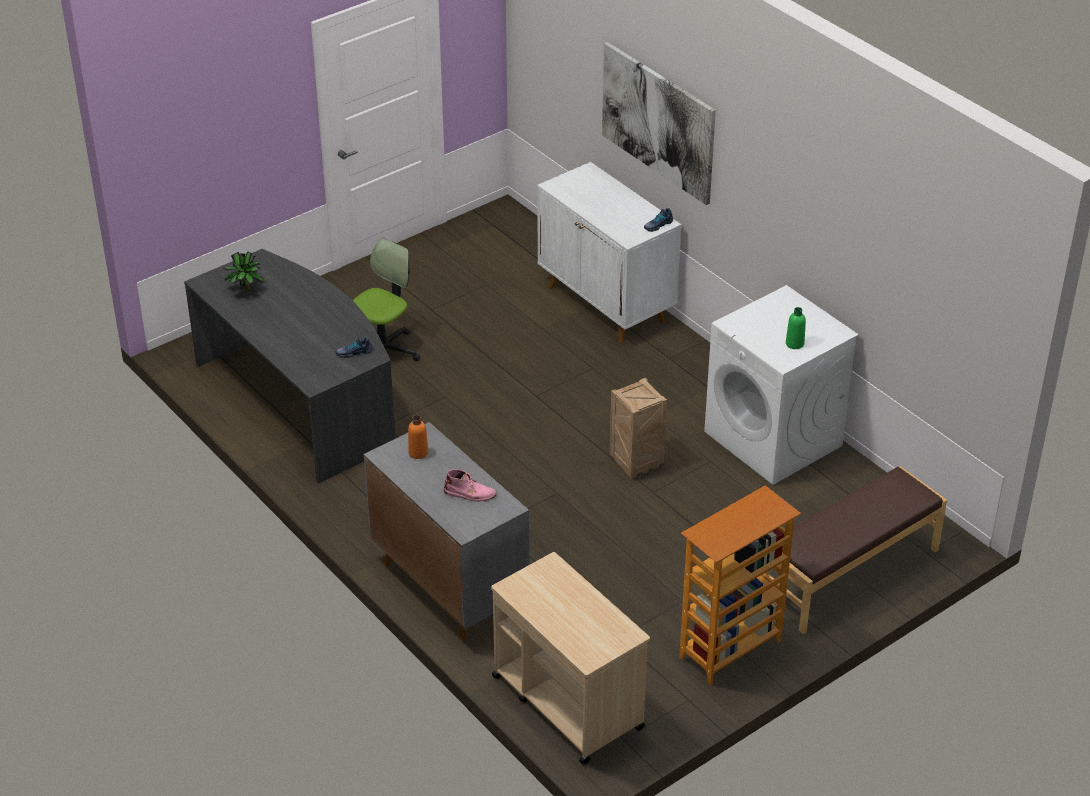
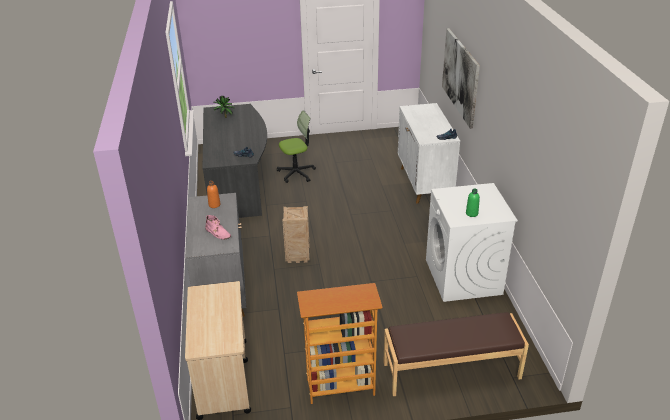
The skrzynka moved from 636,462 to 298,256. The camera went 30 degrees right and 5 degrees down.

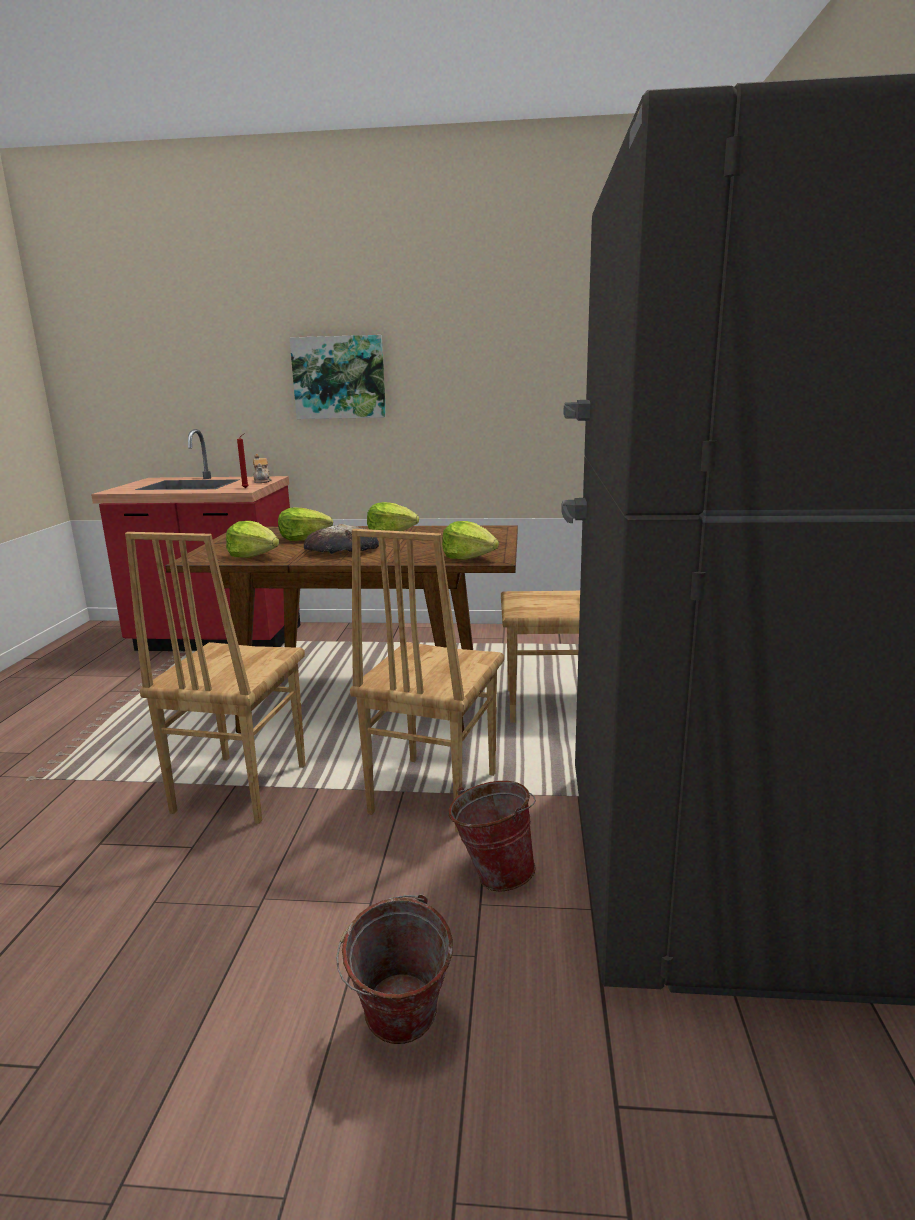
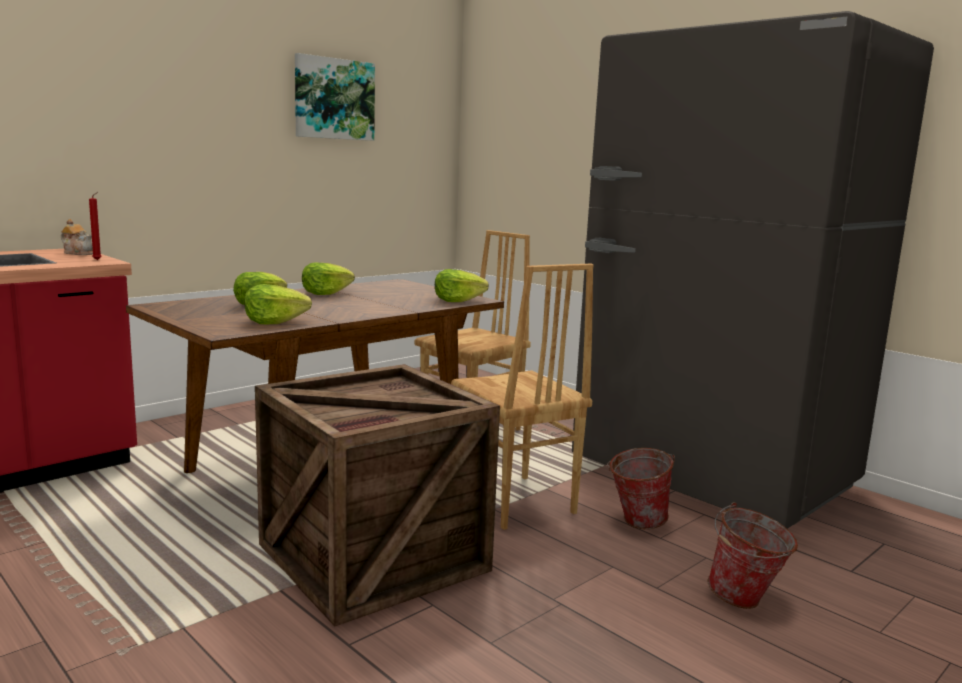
The krzesło (brązowy) at 238,789 was replaced by the skrzynka at 372,559. The obraz moved from 339,377 to 334,99. The chleb at 341,549 disappeared. The camera went 50 degrees left and 5 degrees down.

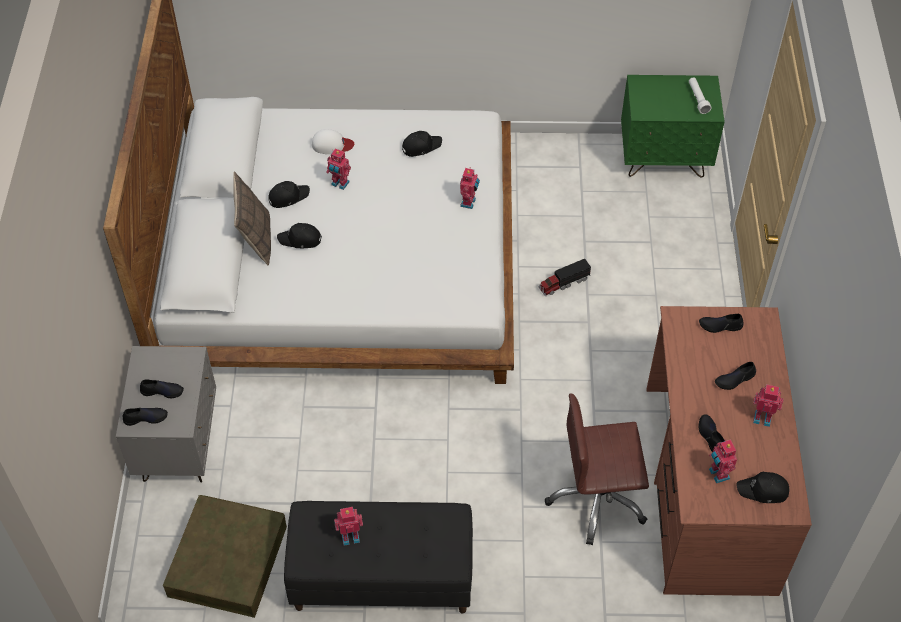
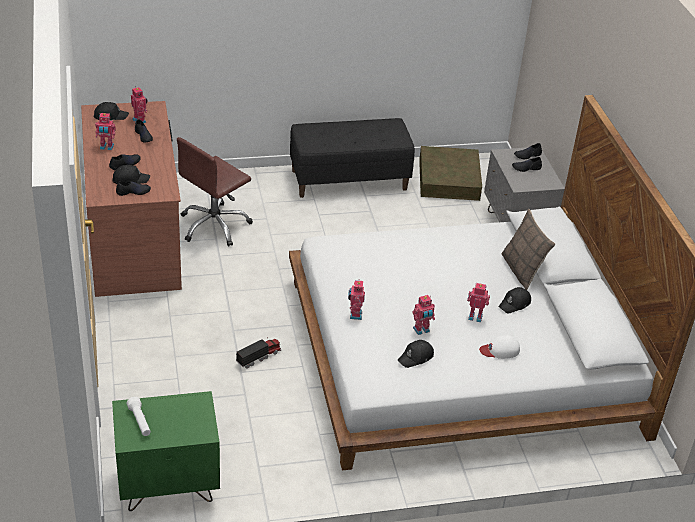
The czapka z daszkiem (czarny) moved from 300,239 to 130,179. The robot zabawkowy moved from 350,536 to 421,330. The krzesło biurowe (brązowy) at 597,499 turned 150 degrees clockwise. The camera went 165 degrees right and 15 degrees down.

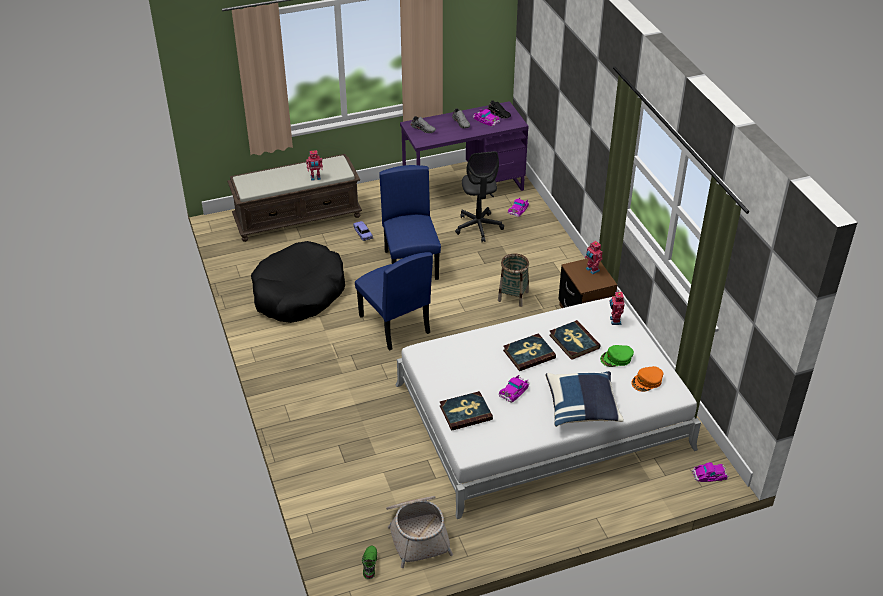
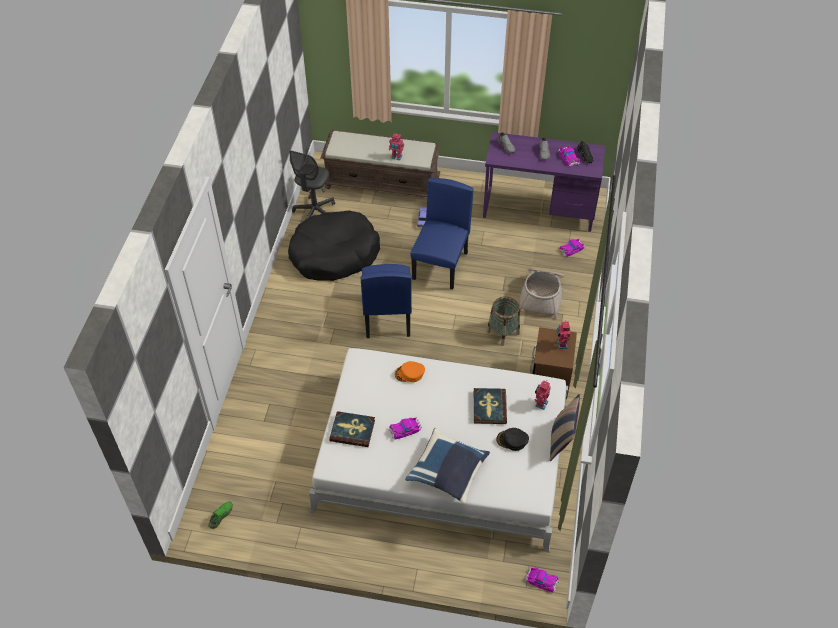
The koszyk moved from 417,533 to 541,295. The krzesło biurowe (szary) moved from 478,227 to 314,212. The książka at 528,354 disappeared. The czapka z daszkiem (zielony) at 616,358 became the czapka z daszkiem (czarny) at 512,440. The czapka z daszkiem (pomarańczowy) moved from 647,381 to 409,374. The poduszka at 561,440 appeared. The camera went 30 degrees right and 10 degrees up.

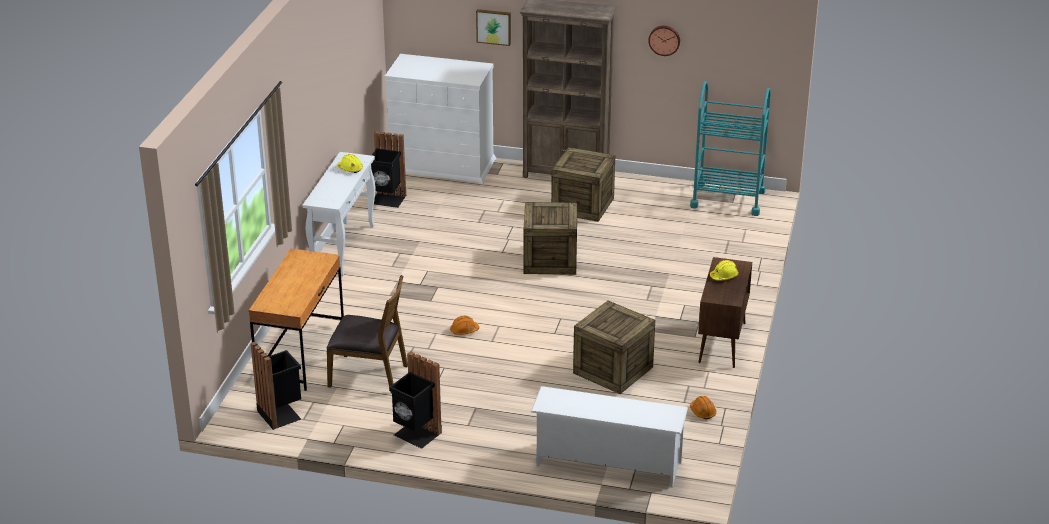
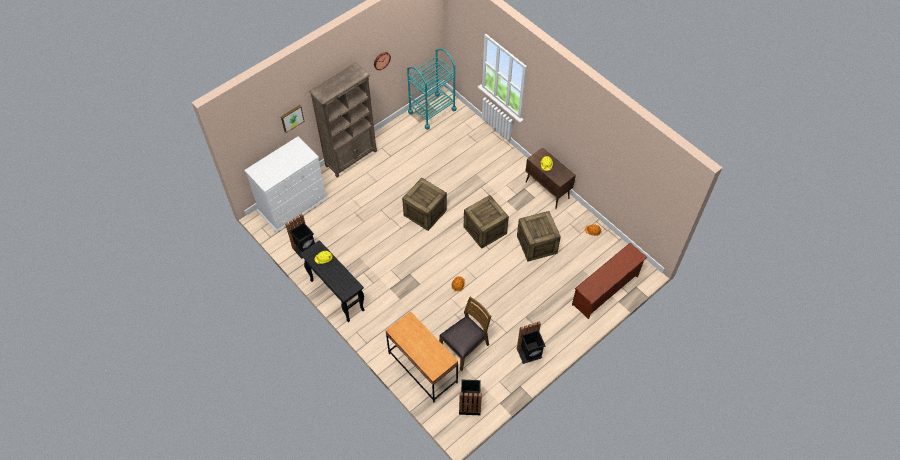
The stolik konsolowy (biały) at 343,248 became the stolik konsolowy (czarny) at 336,295. The regał na buty (biały) at 607,465 became the regał na buty (brązowy) at 605,291. The skrzynka moved from 582,205 to 485,230. The camera went 55 degrees left and 25 degrees up.

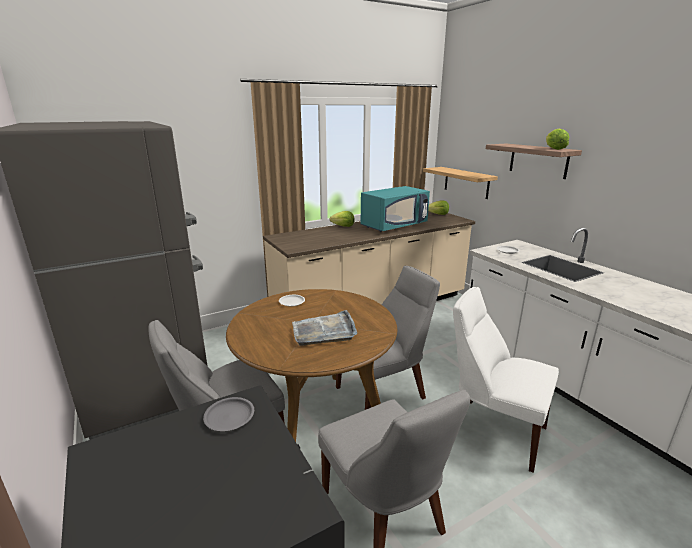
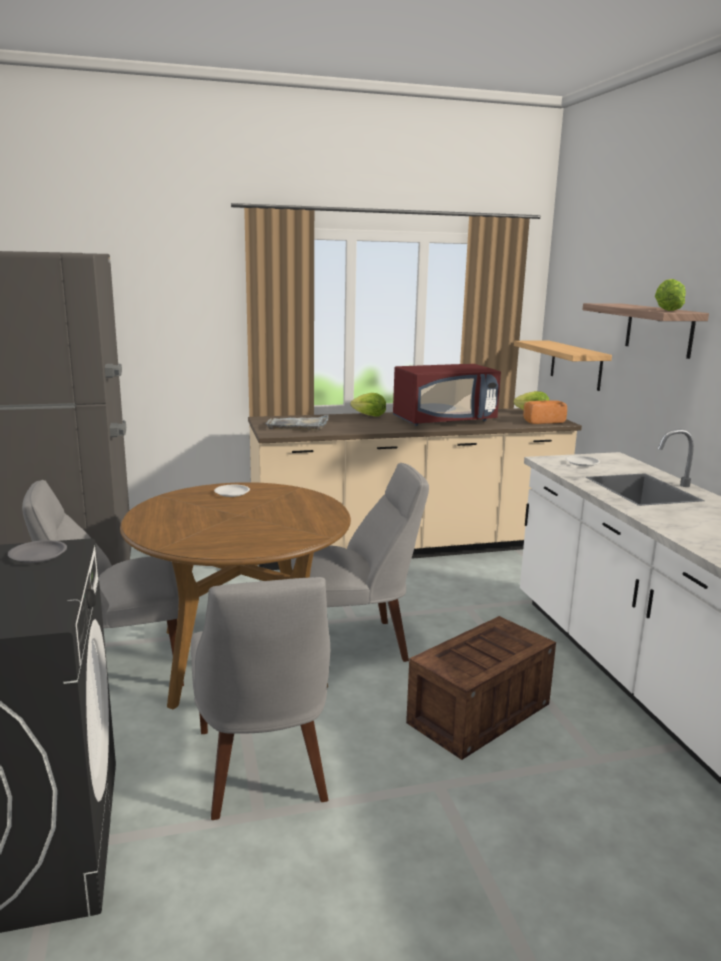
The taca (szary) moved from 324,331 to 298,425. The mikrofalówka (turkusowy) at 394,226 became the mikrofalówka (czerwony) at 444,421. The krzesło (biały) at 492,429 was replaced by the skrzynka at 480,712. The chleb at 542,421 appeared. The camera went 15 degrees right and 5 degrees down.

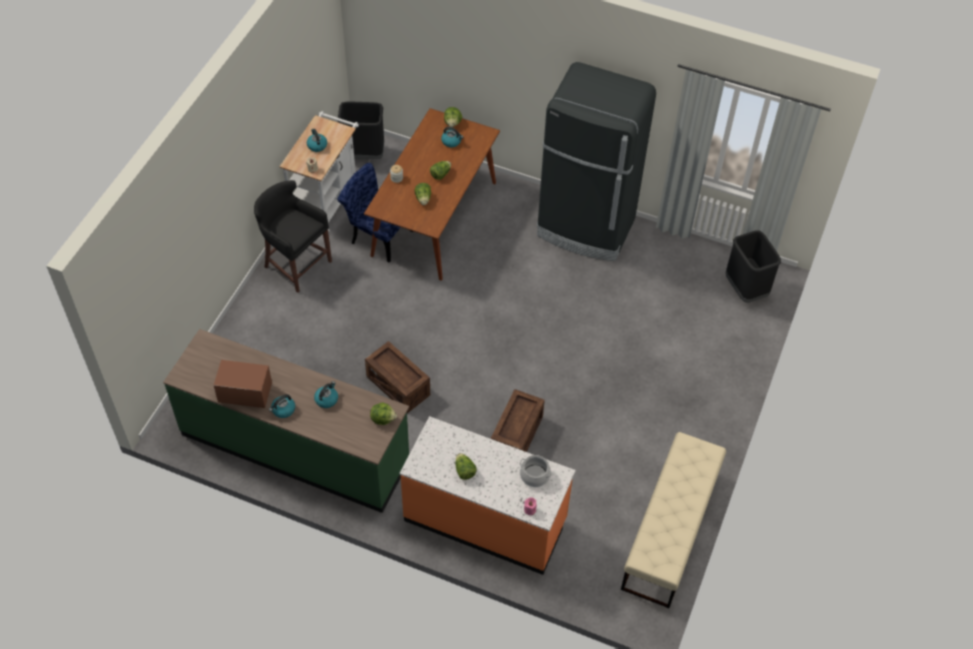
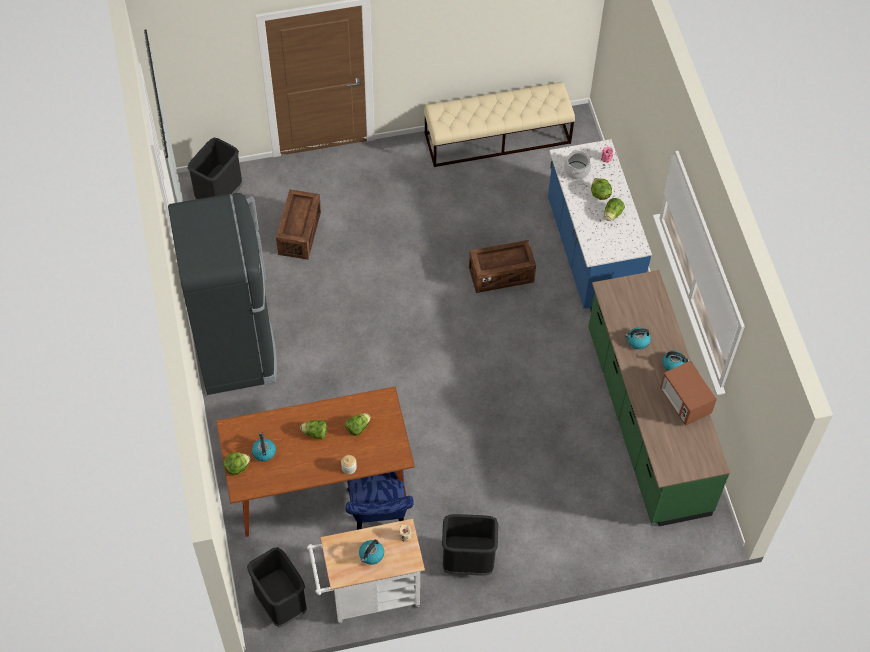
The stołek (czarny) at 295,264 was replaced by the kosz na śmieci (czarny) at 467,562. The skrzynka moved from 398,386 to 299,233. The sałata moved from 383,419 to 599,194. The zabudowa kuchenna (pomarańczowy) at 485,519 became the zabudowa kuchenna (niebieski) at 590,252. The camera went 125 degrees left and 5 degrees up.

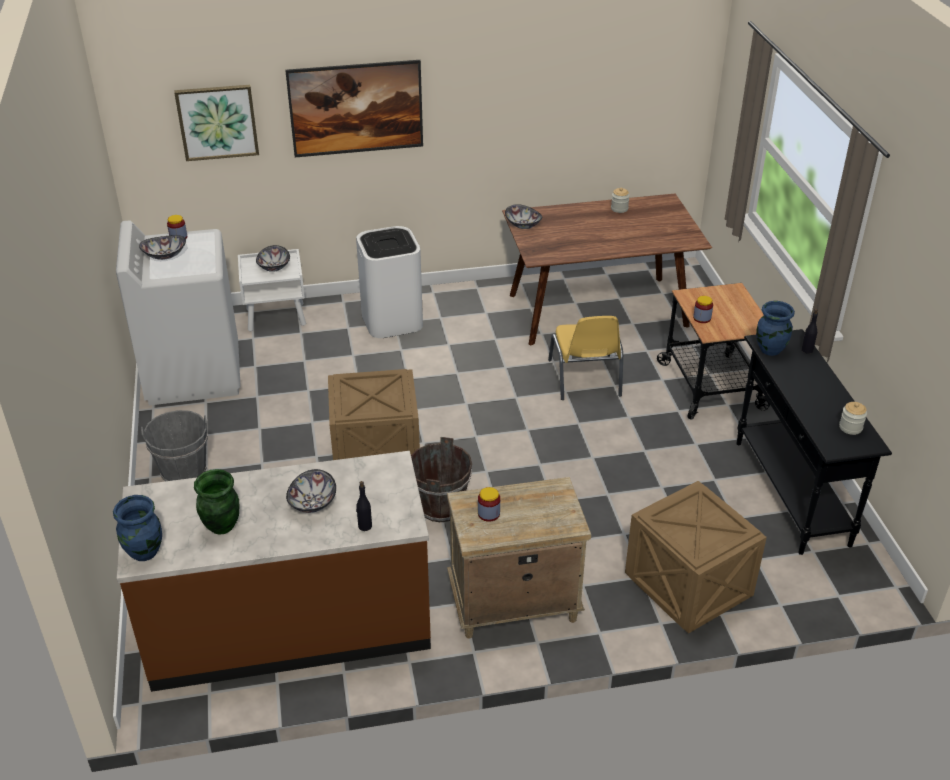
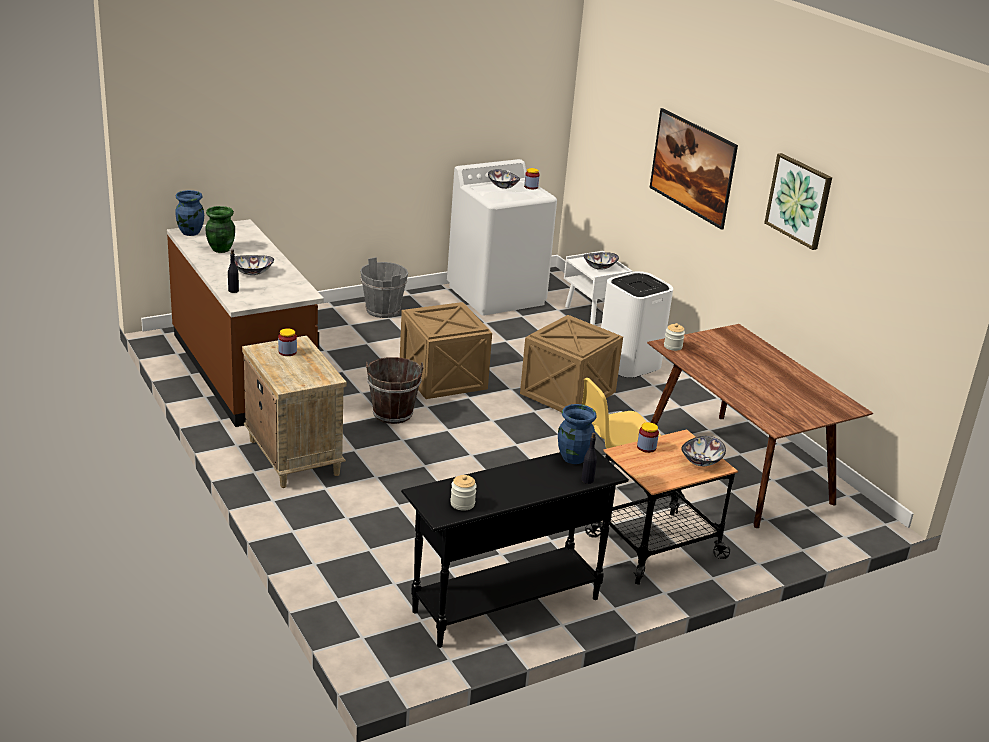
The obraz moved from 217,122 to 799,200. The miska moved from 523,225 to 701,461. The słoik moved from 619,209 to 673,346. The skrzynka moved from 689,586 to 567,395. The camera went 70 degrees right and 10 degrees down.

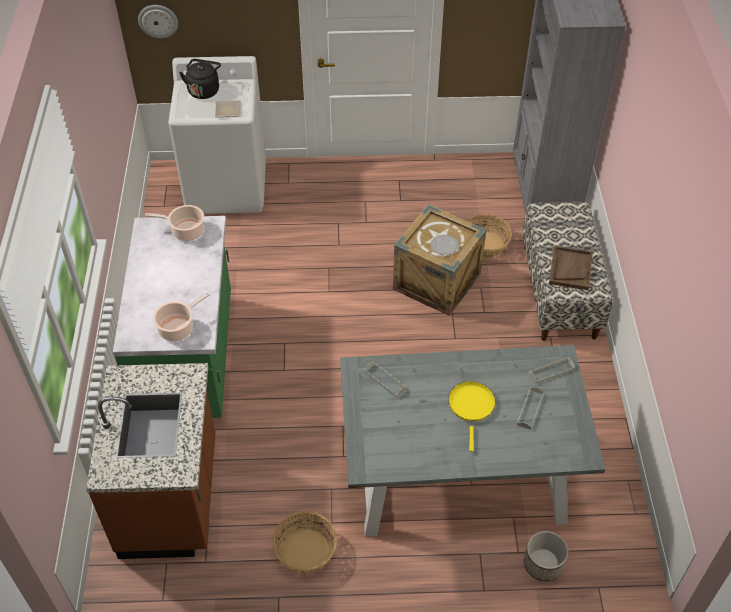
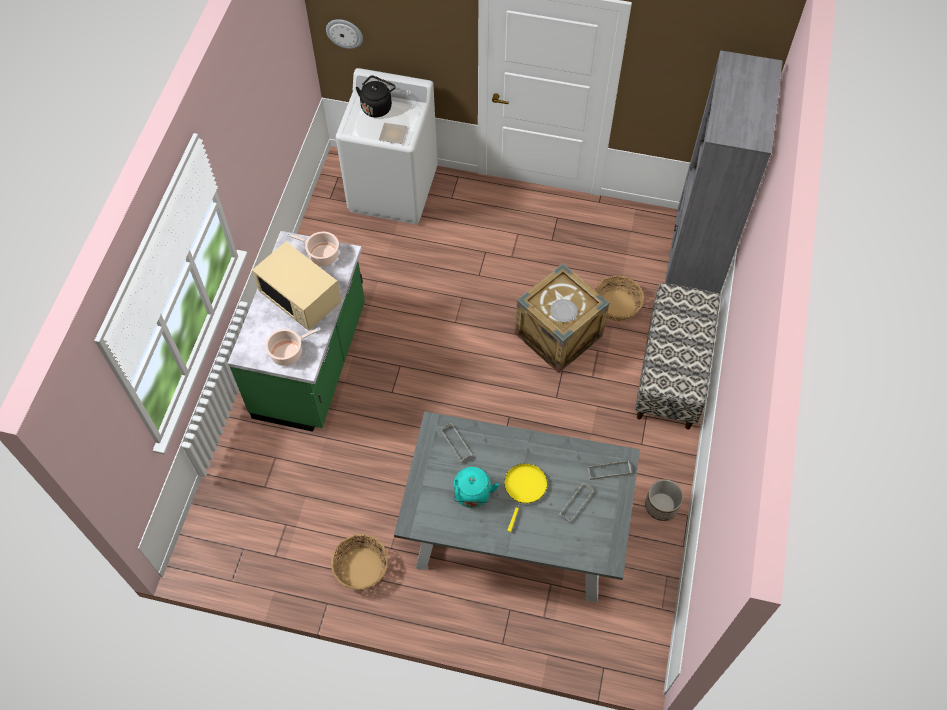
The zabudowa kuchenna (brązowy) at 172,498 disappeared. The donica moved from 543,564 to 661,506. The taca (brązowy) at 570,269 disappeared. The mikrofalówka (beżowy) at 301,298 appeared. The czajnik (turkusowy) at 472,495 appeared. The camera went 15 degrees right and 10 degrees up.

